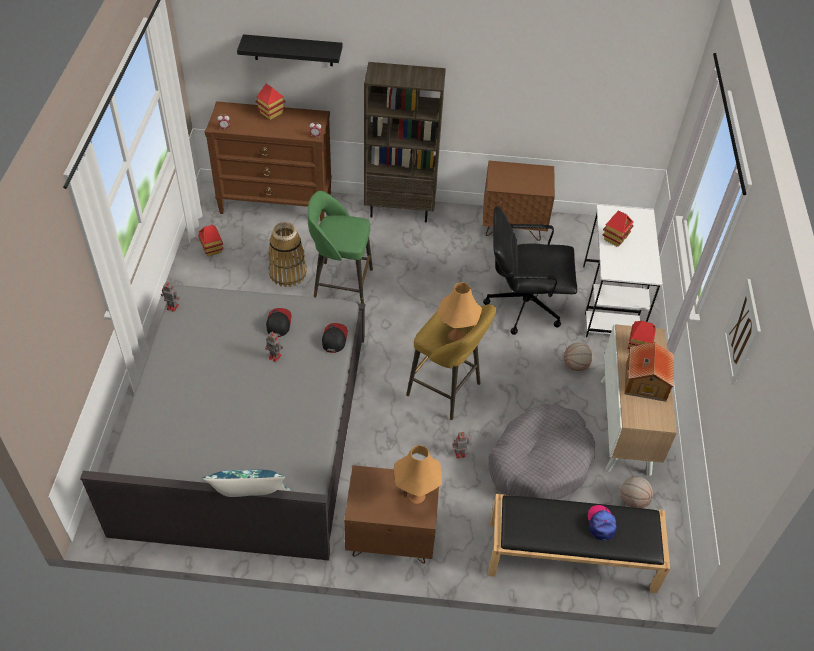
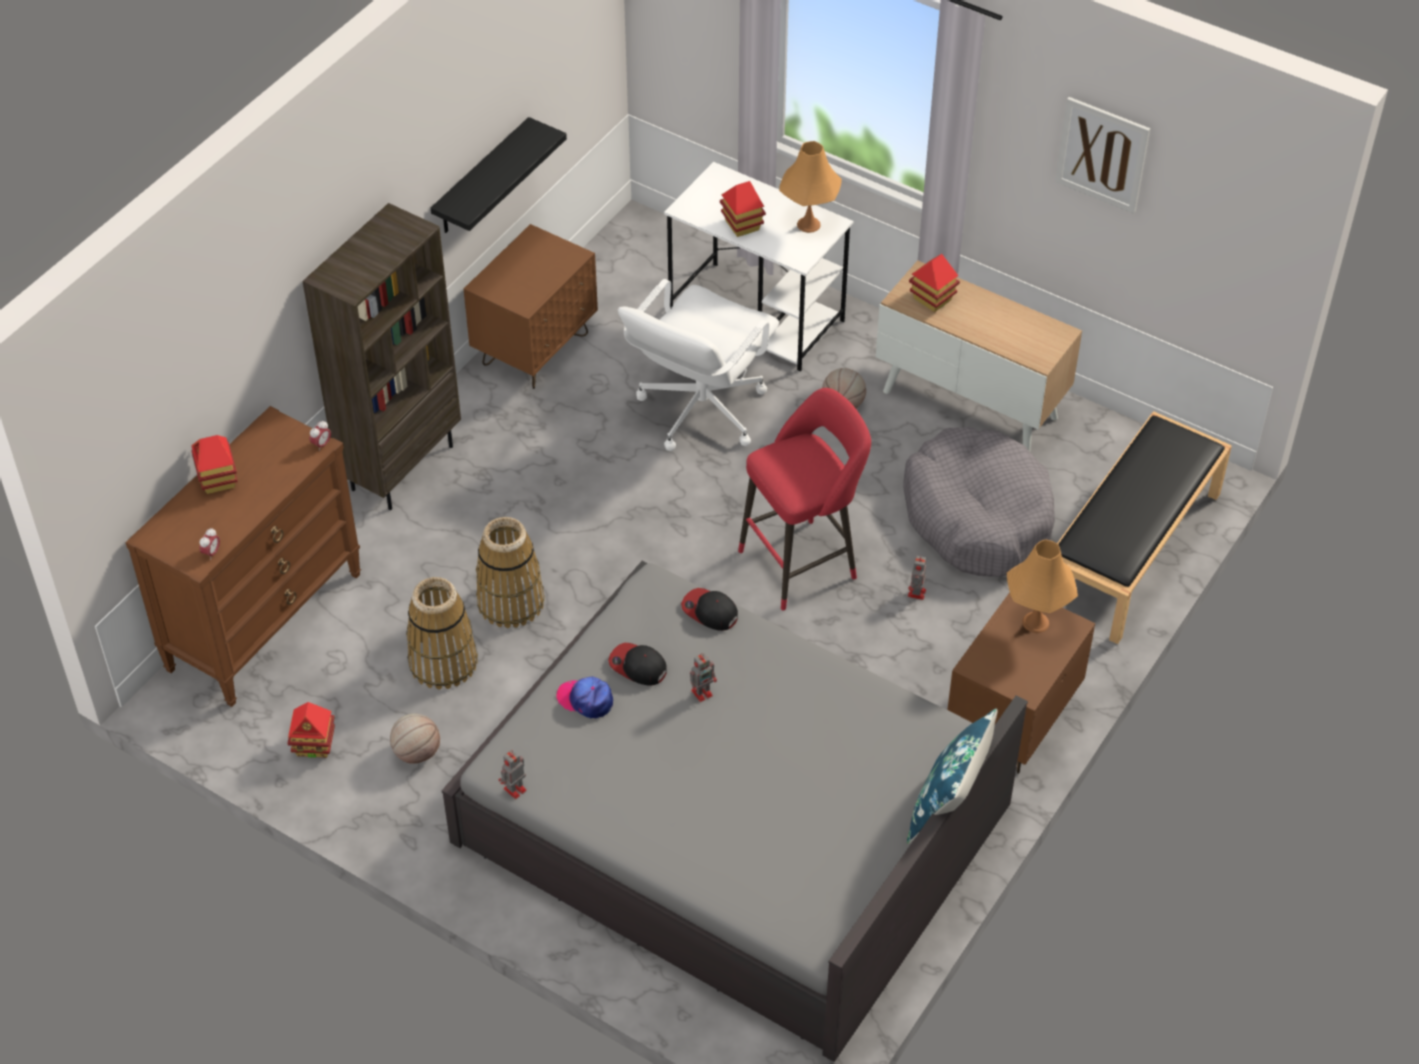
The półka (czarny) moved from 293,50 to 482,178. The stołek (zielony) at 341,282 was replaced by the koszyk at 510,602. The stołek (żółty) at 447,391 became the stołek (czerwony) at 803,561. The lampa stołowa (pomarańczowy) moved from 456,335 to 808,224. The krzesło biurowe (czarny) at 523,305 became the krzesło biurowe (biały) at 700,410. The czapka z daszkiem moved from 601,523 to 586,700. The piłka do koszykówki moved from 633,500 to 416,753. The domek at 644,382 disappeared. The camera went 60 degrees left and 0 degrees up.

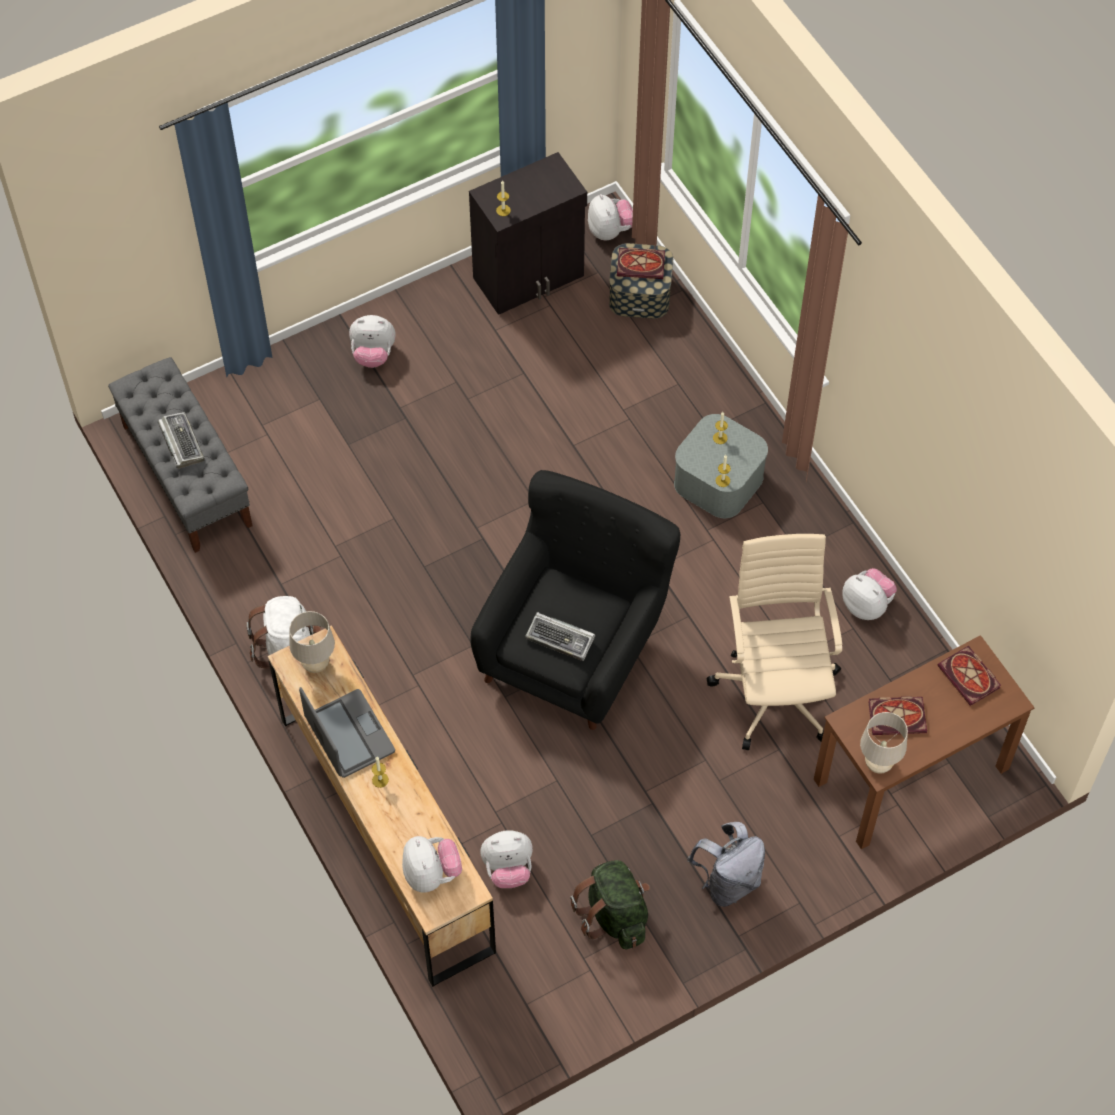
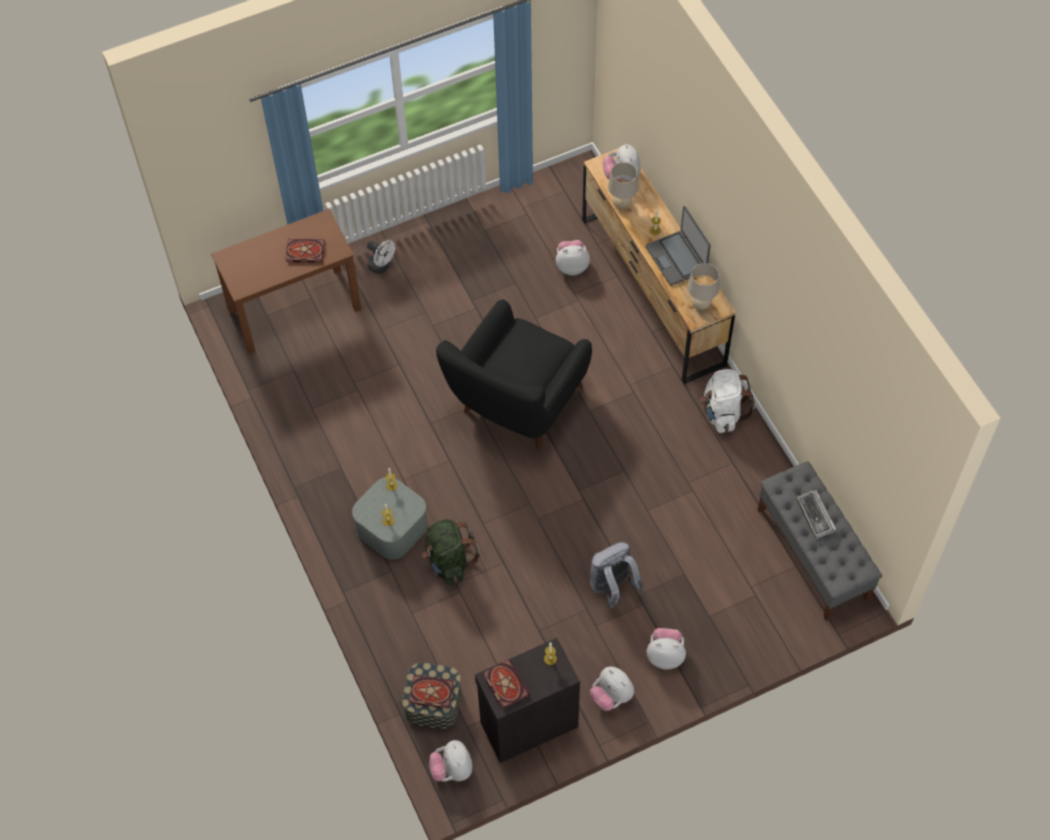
The klawiatura at 561,639 disappeared. The plecak (zielony) moved from 614,915 to 449,561. The plecak (szary) moved from 728,881 to 612,587. The krzesło biurowe (beżowy) at 776,690 disappeared. The pluszak moved from 867,605 to 611,696. The lampa stołowa (beżowy) moved from 878,764 to 622,204. The książka moved from 970,677 to 504,684. The wentylator (biały) at 381,266 appeared. The camera went 175 degrees left and 0 degrees up.

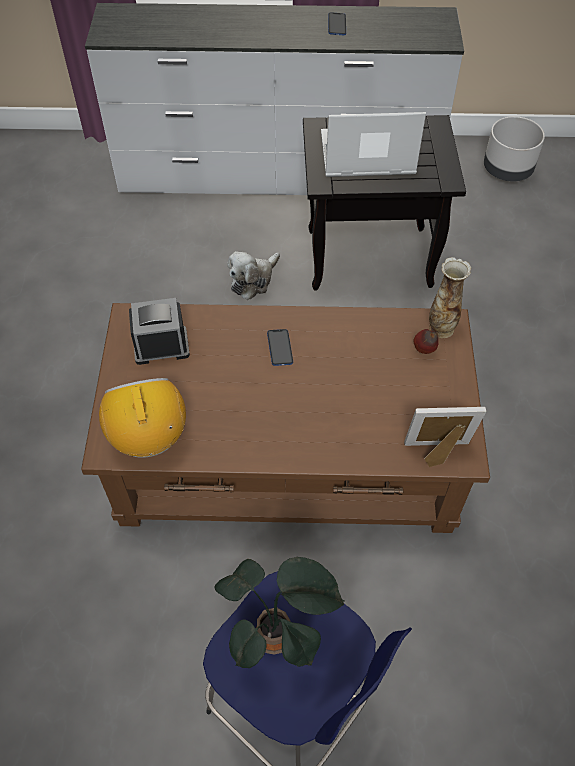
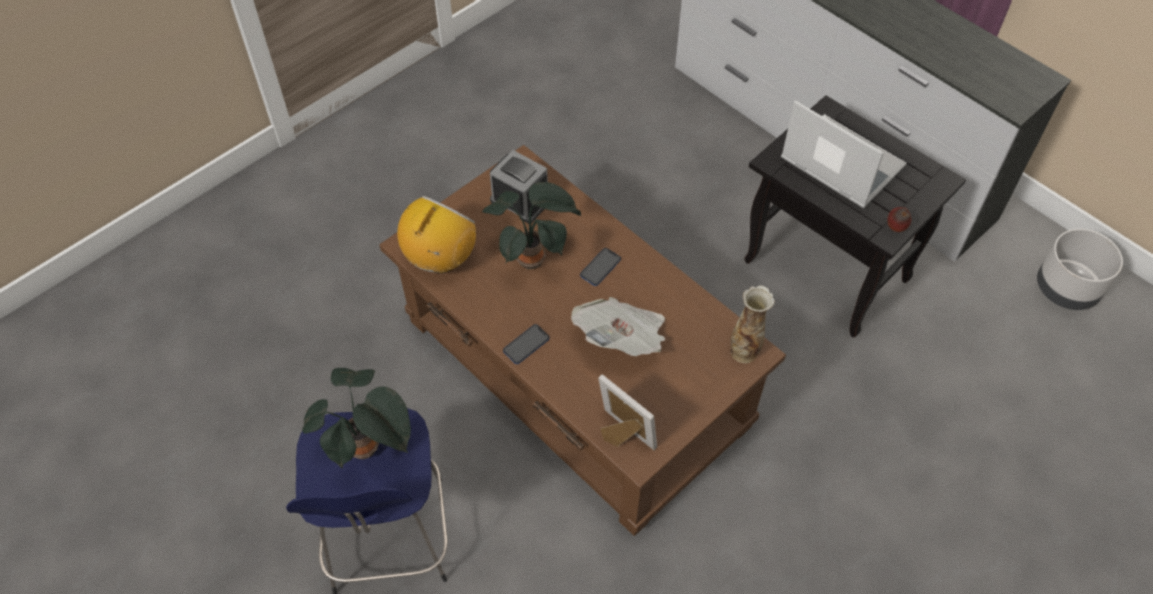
The pluszak at 253,280 disappeared. The telefon moved from 337,25 to 526,345. The jabłko moved from 424,350 to 895,228. The roślina doniczkowa at 534,259 appeared. The gazeta at 622,339 appeared. The camera went 45 degrees right and 0 degrees up.

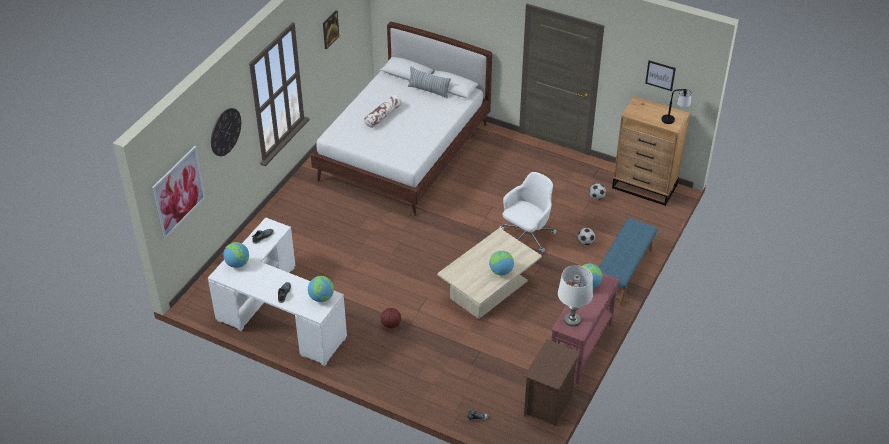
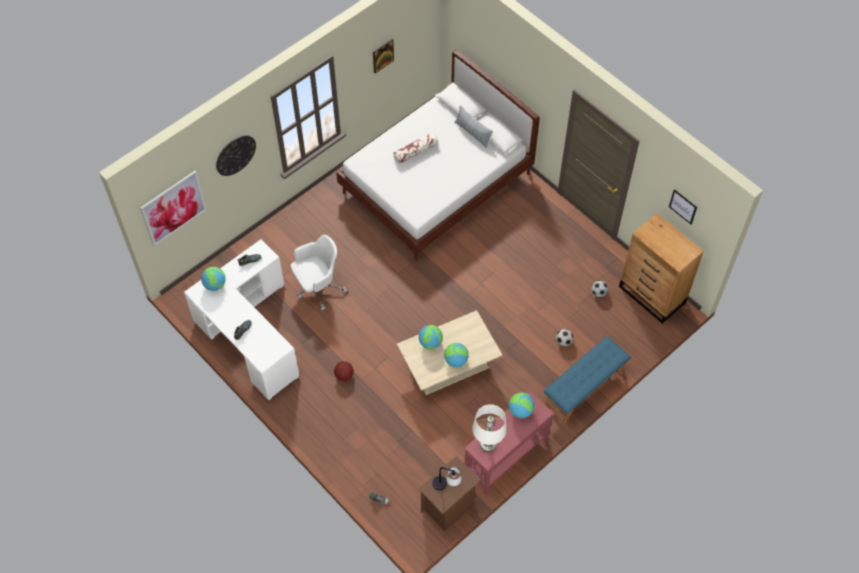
The globus moved from 321,298 to 430,343. The krzesło biurowe (biały) moved from 527,236 to 318,287. The lampa stołowa moved from 674,119 to 446,485. The camera went 20 degrees right and 15 degrees up.

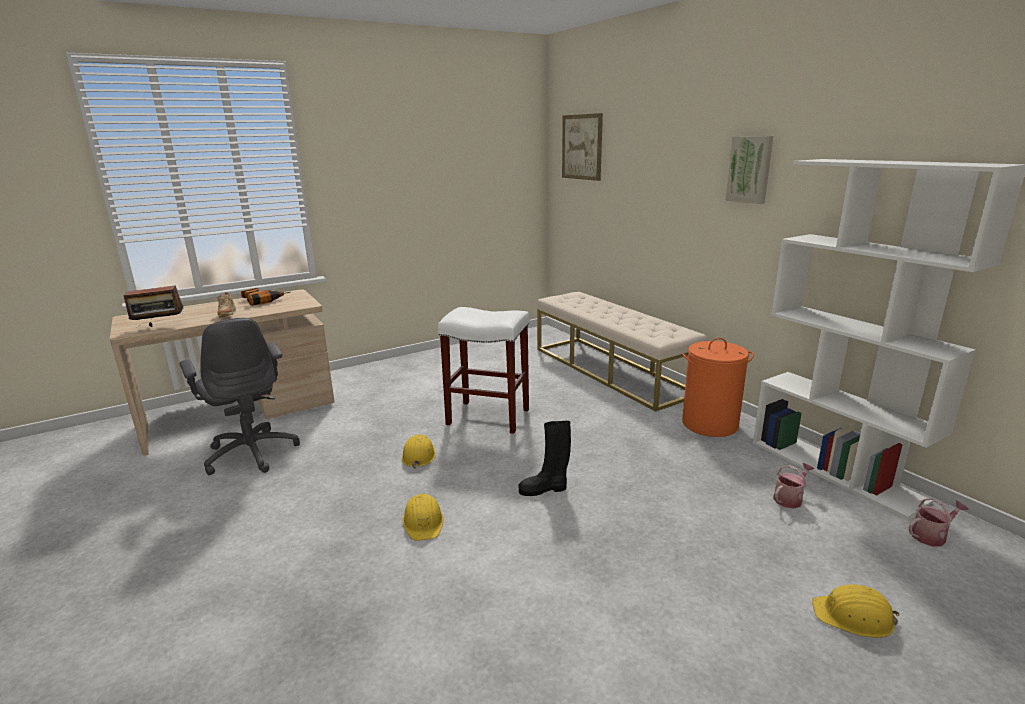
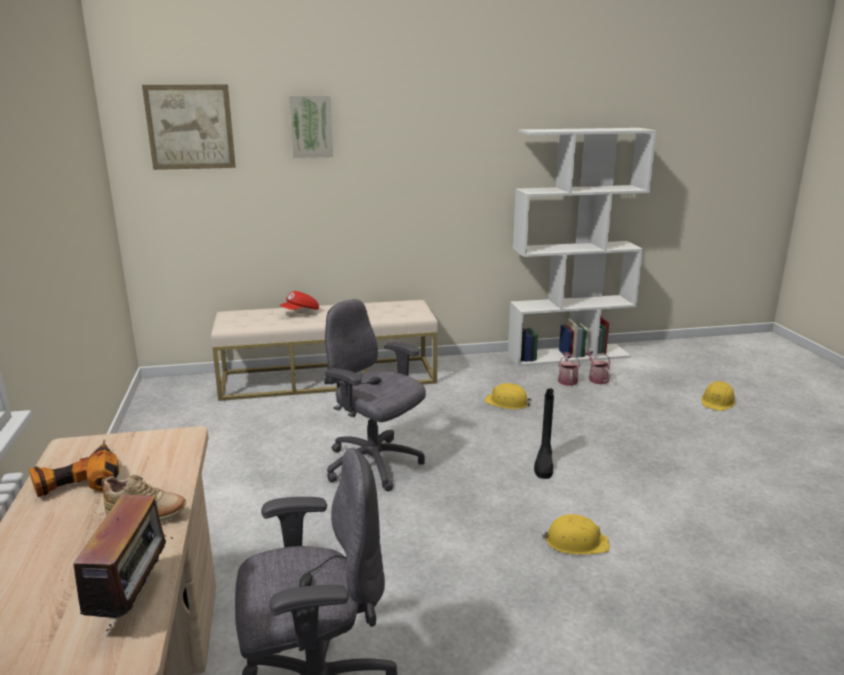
The kask (żółty) moved from 418,455 to 507,402. The stołek (biały) at 489,417 was replaced by the krzesło biurowe (szary) at 374,465. The kosz na pranie (pomarańczowy) at 710,424 disappeared. The obraz moved from 750,169 to 311,126. The konewka moved from 931,536 to 567,380. The czapka z daszkiem (czerwony) at 300,312 appeared. The camera went 70 degrees left and 0 degrees up.

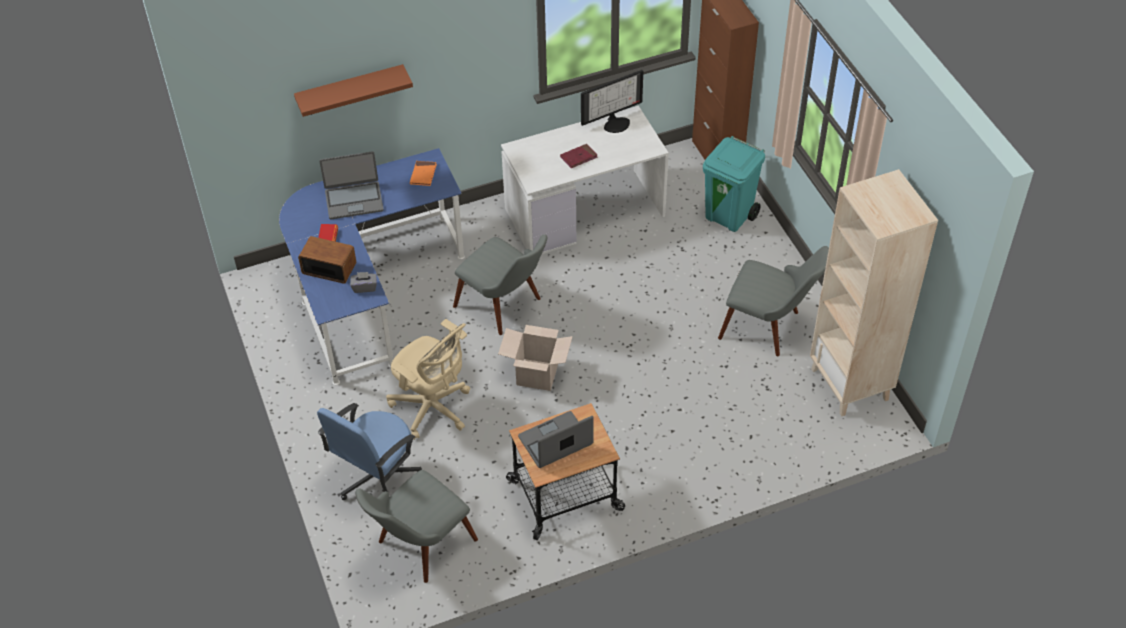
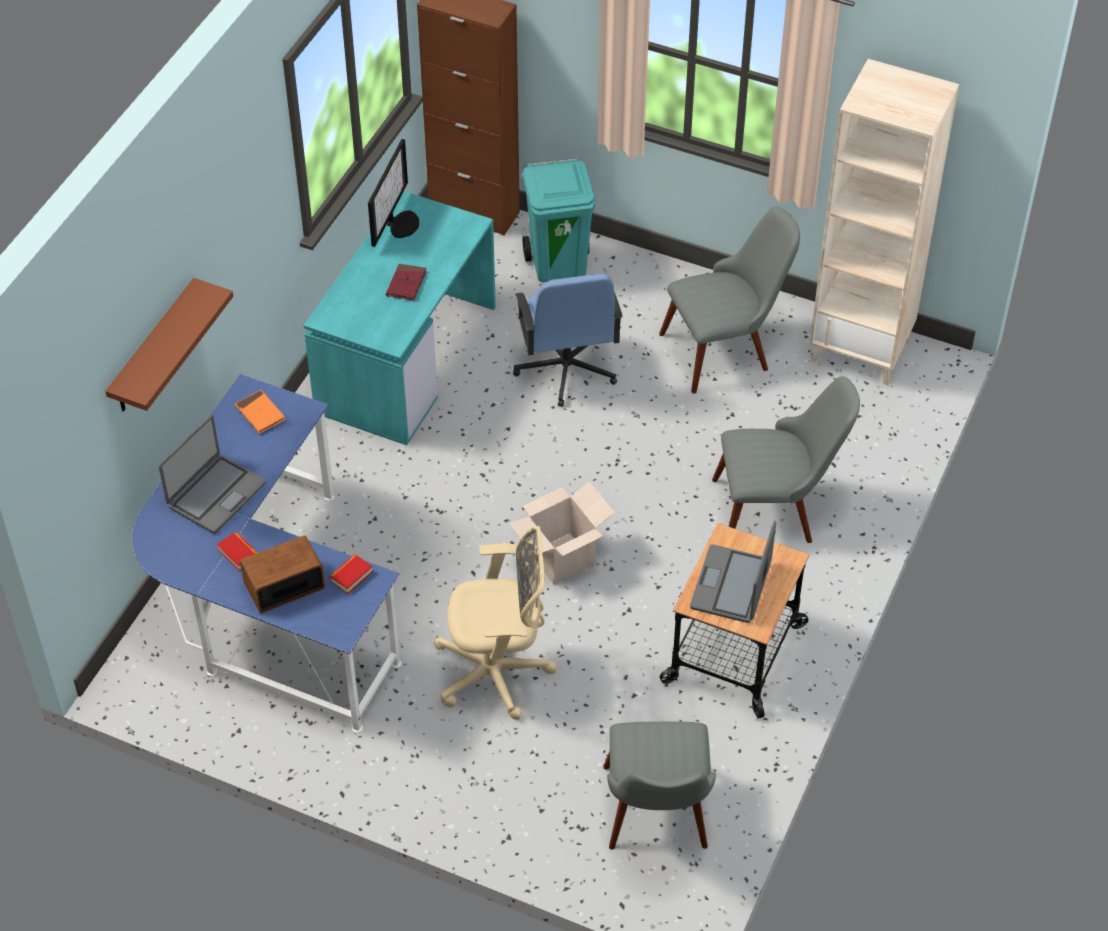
The krzesło biurowe (niebieski) moved from 377,477 to 566,369. The pudełko chusteczek (szary) at 364,287 was replaced by the książka at 351,576. The krzesło (szary) moved from 506,307 to 777,509. The biurko (biały) at 585,211 became the biurko (turkusowy) at 406,358. The camera went 45 degrees left and 0 degrees up.

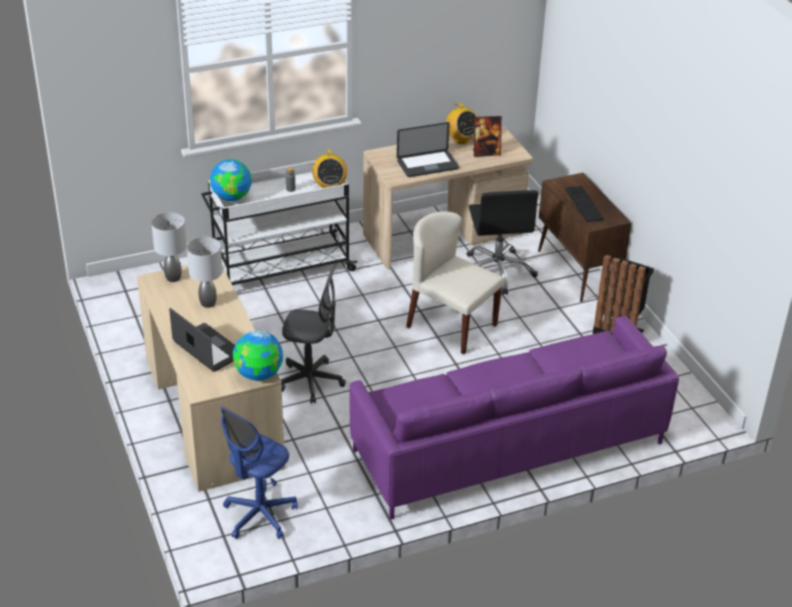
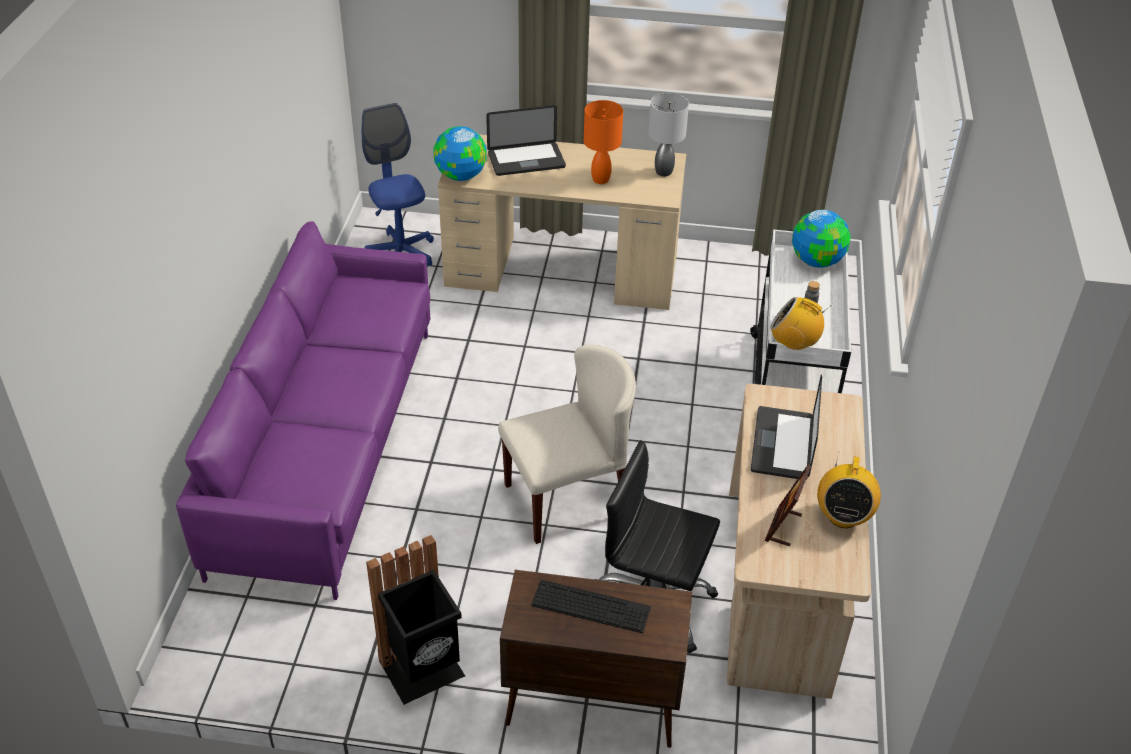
The lampa stołowa (szary) at 208,303 became the lampa stołowa (pomarańczowy) at 600,179. The krzesło biurowe (szary) at 310,381 disappeared. The radio at 461,139 turned 75 degrees counterclockwise. The camera went 120 degrees right and 5 degrees up.

